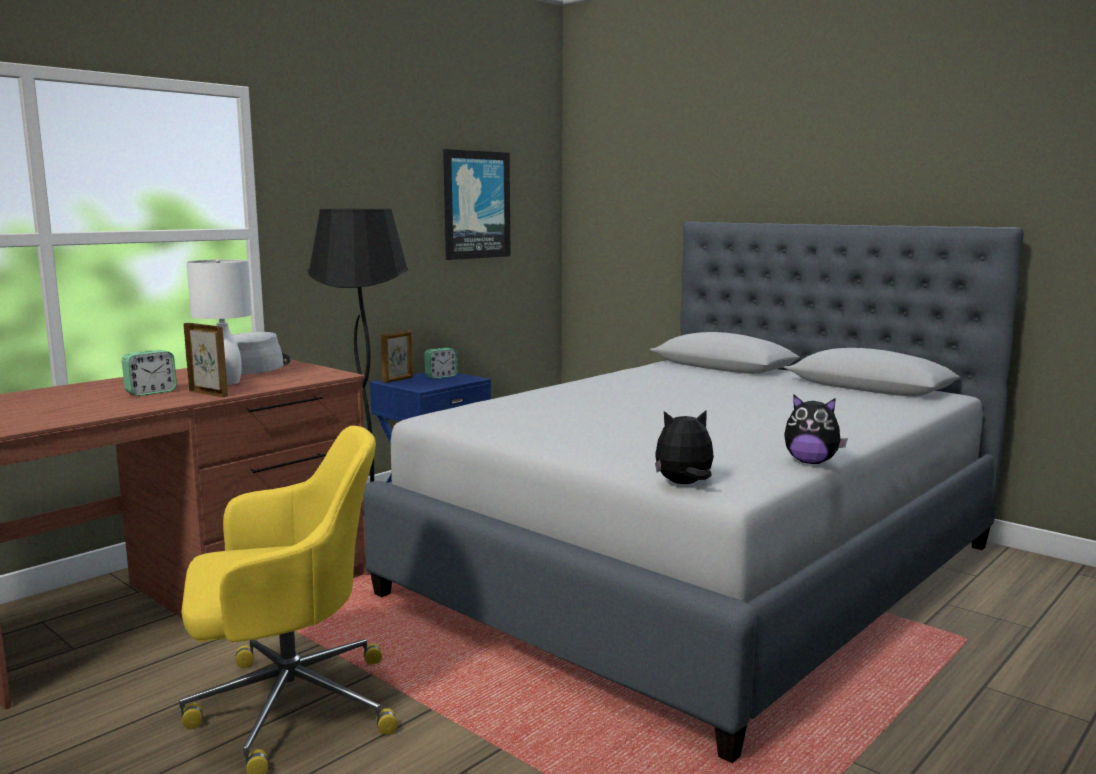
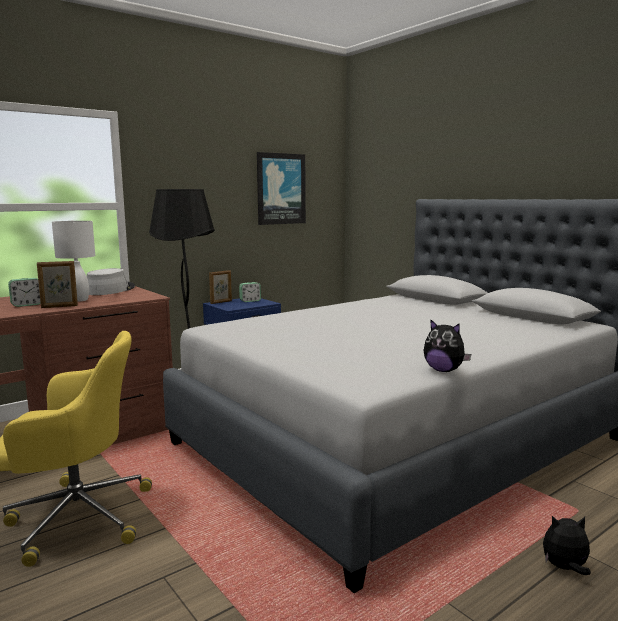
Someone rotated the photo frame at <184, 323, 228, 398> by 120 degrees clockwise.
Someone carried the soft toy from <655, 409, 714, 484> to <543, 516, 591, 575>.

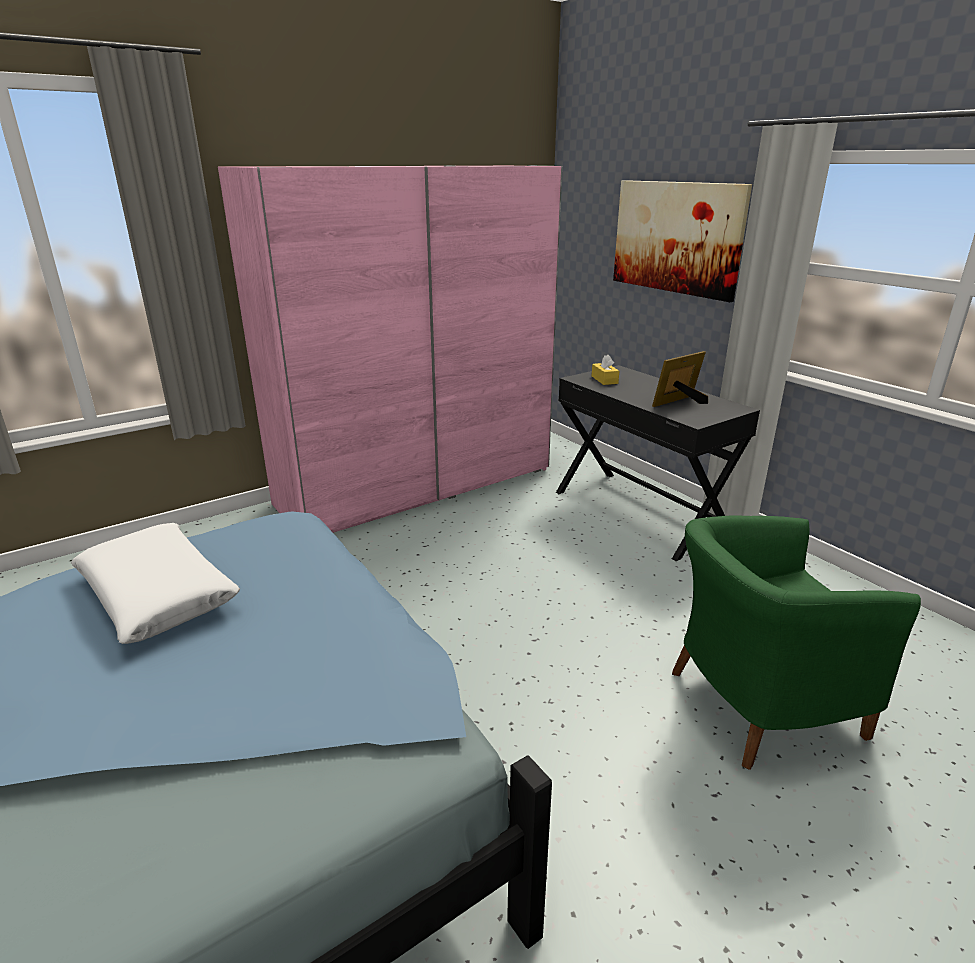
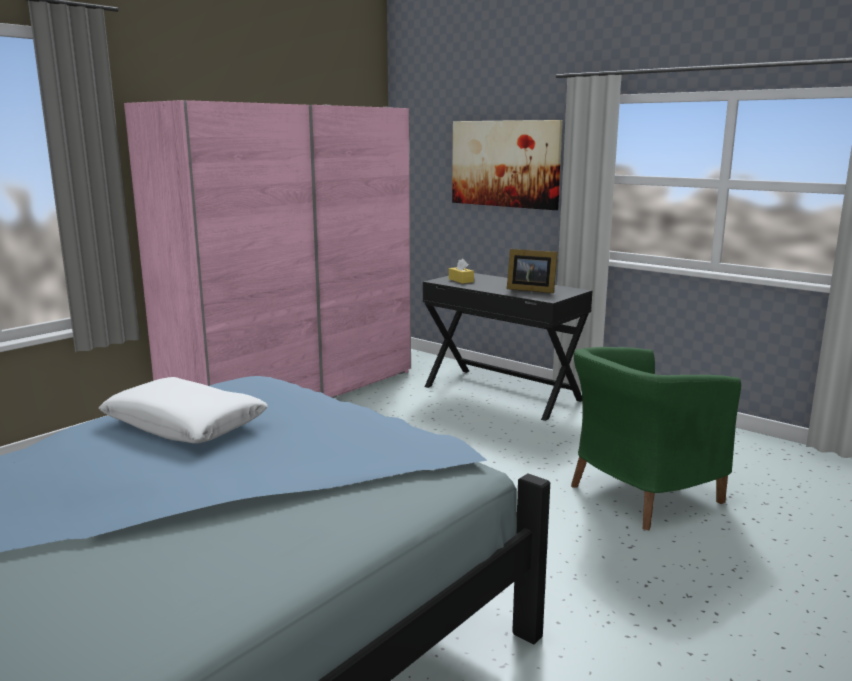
Someone rotated the photo frame at <652, 351, 708, 407> by 105 degrees counterclockwise.

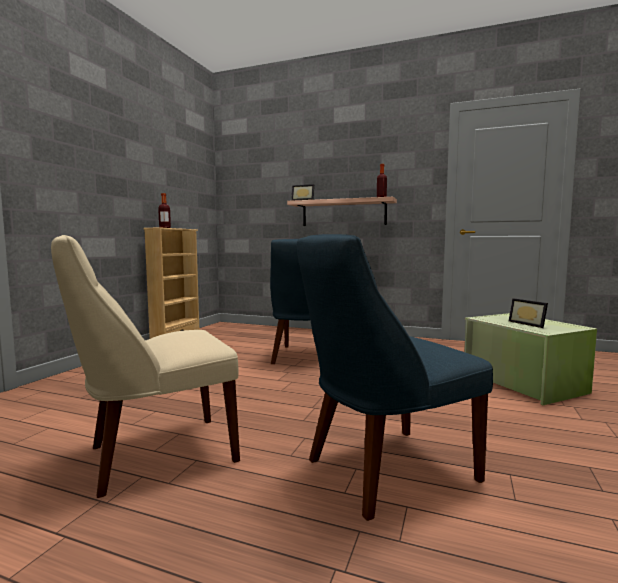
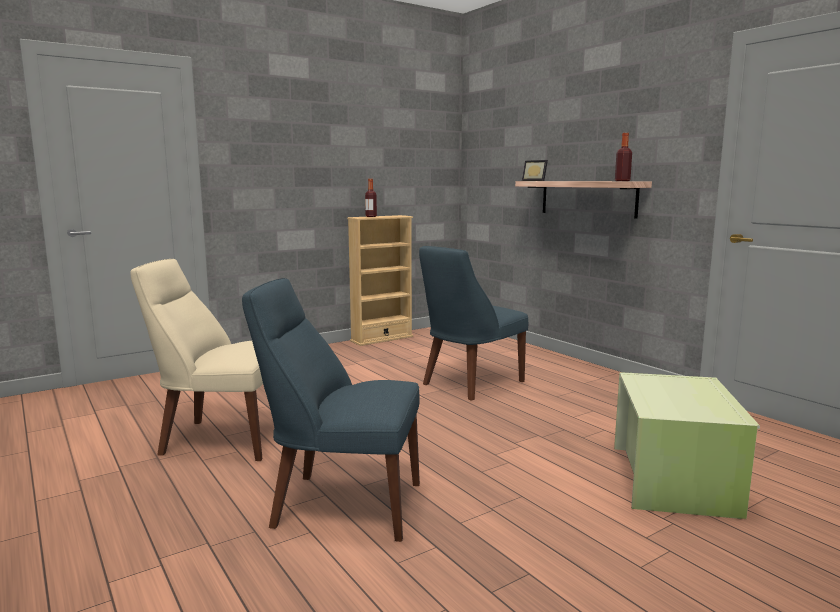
Someone took away the photo frame at <509, 298, 548, 328>.

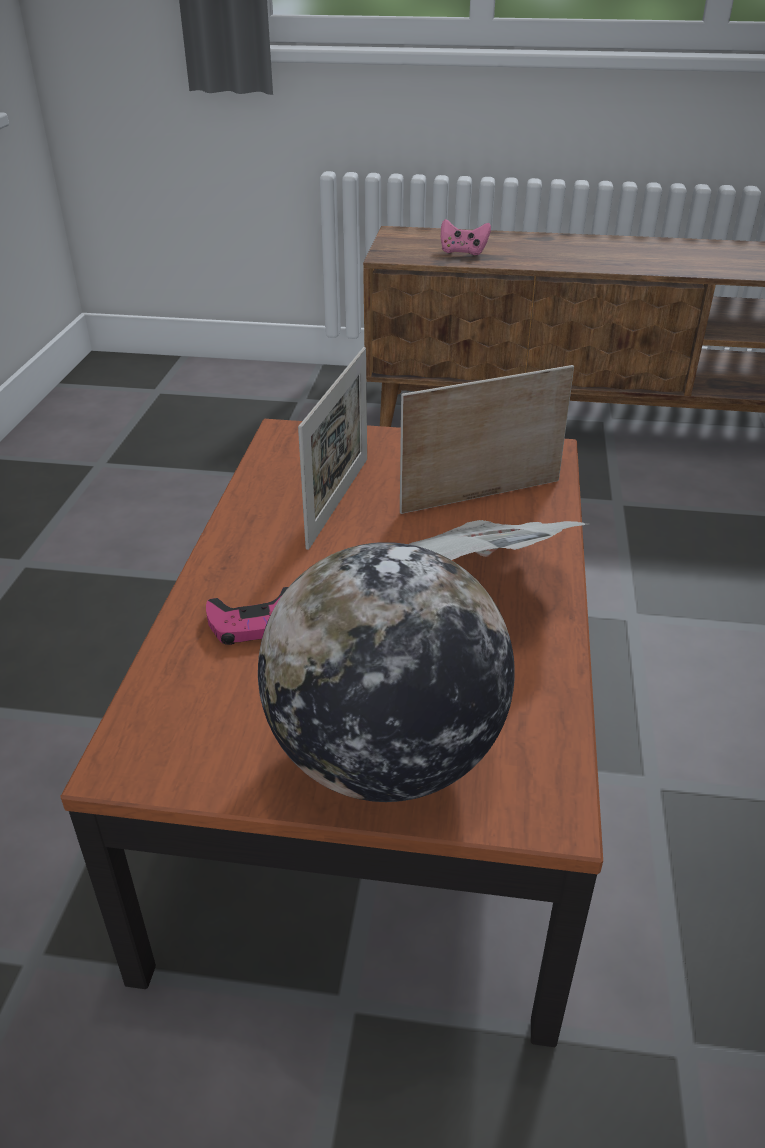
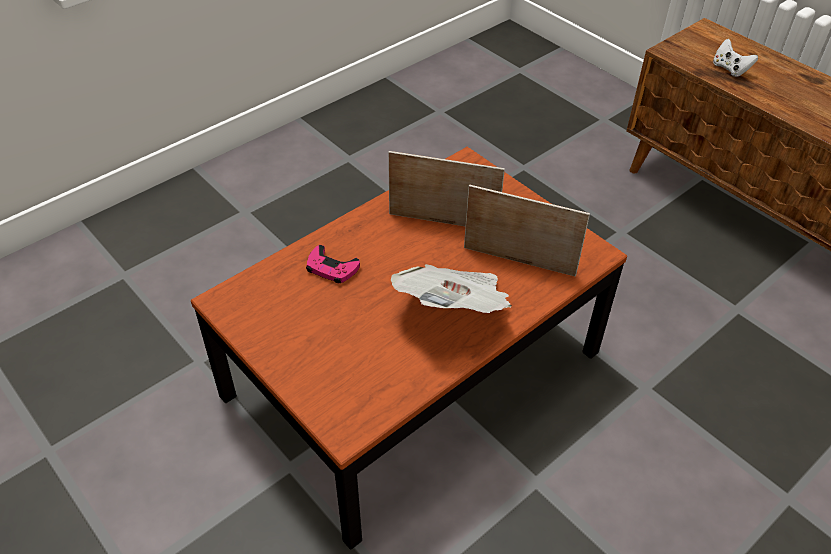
Someone rotated the photo frame at <298, 347, 367, 550> by 135 degrees counterclockwise.
Someone repainted the pink-coloured joypad at <441, 219, 491, 255>, which became the white joypad at <713, 39, 758, 77>.
Someone took away the globe at <258, 542, 515, 802>.

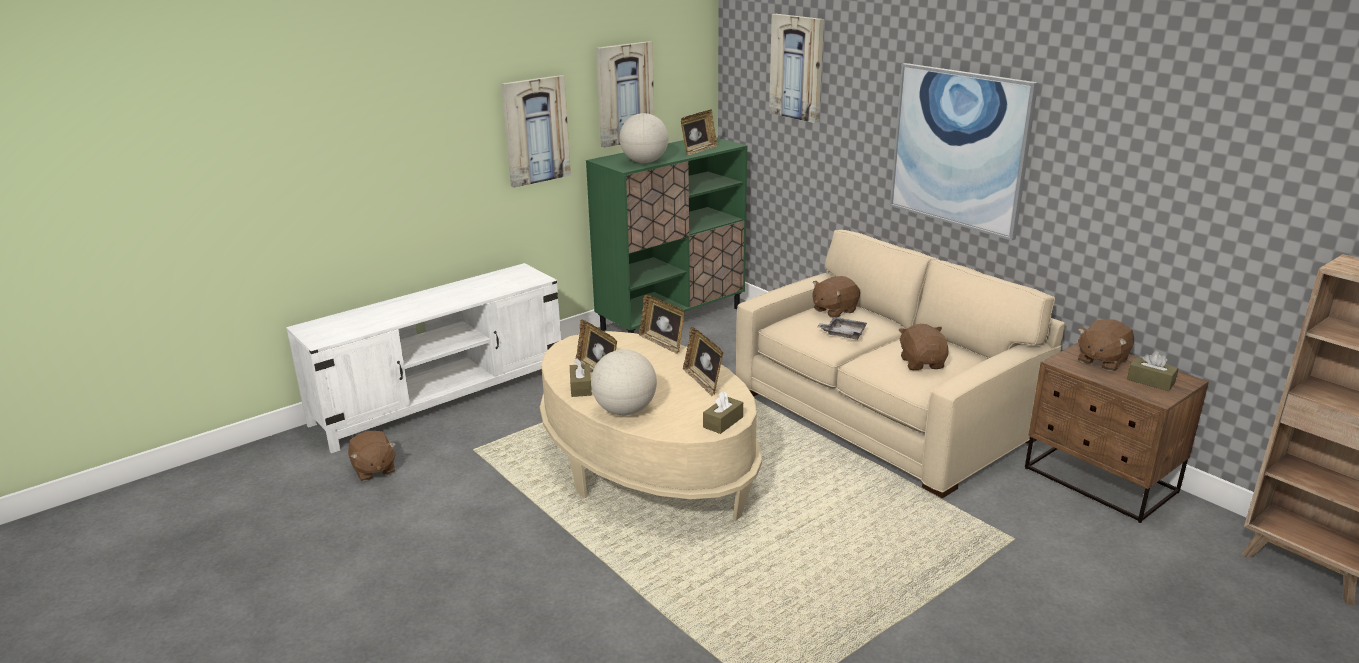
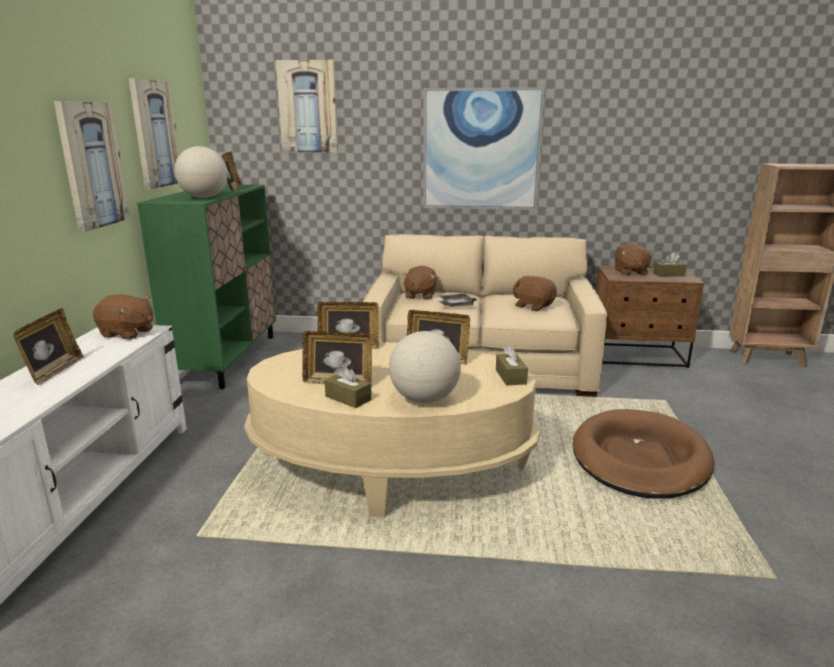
Someone put down the photo frame at <13, 308, 84, 385>.
Someone carried the brown soft toy from <348, 431, 396, 481> to <93, 294, 154, 340>.
Someone put down the brown dog cushion at <573, 409, 714, 499>.

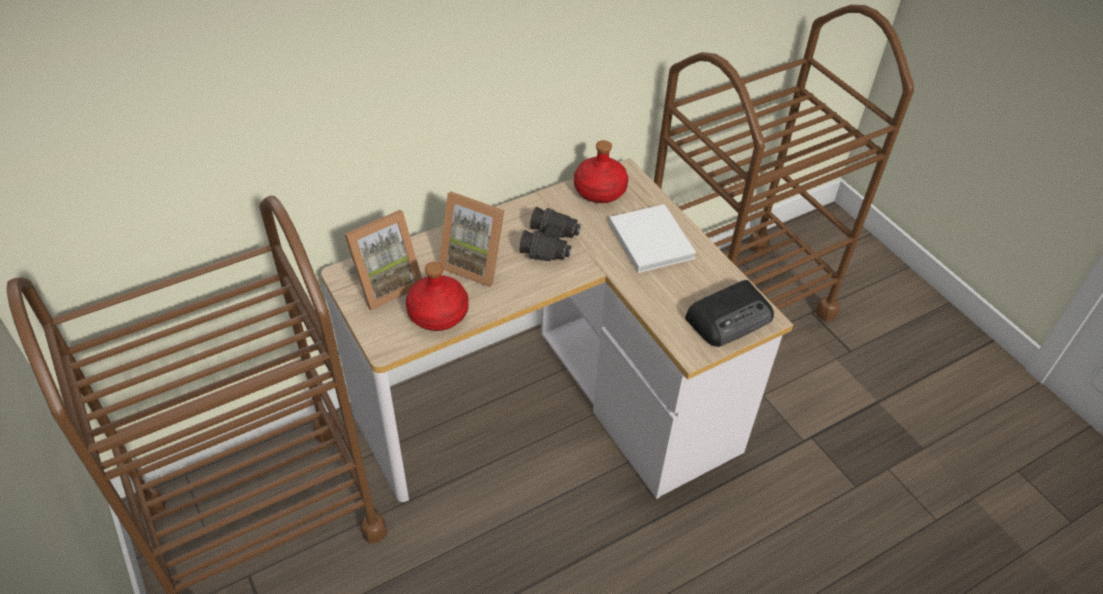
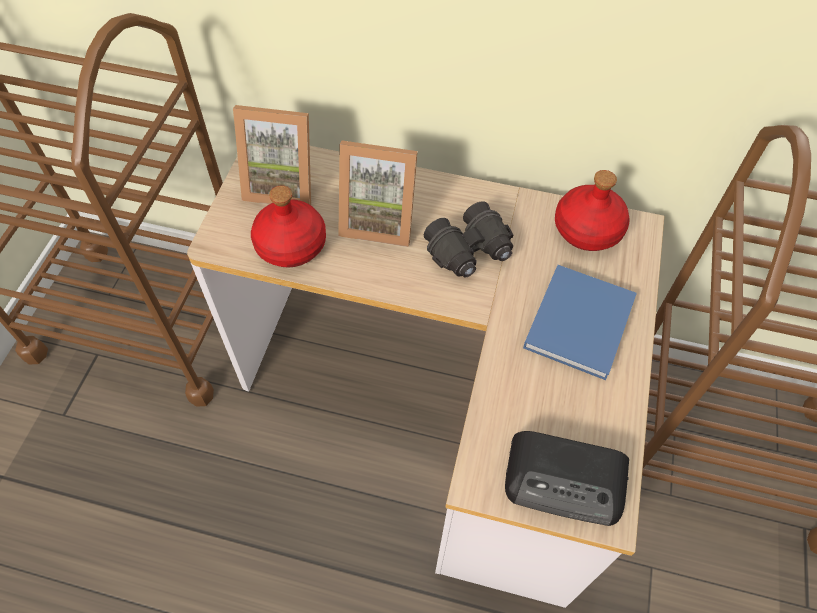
Someone rotated the photo frame at <439, 192, 504, 287> by 60 degrees counterclockwise.
Someone repainted the white bound book at <609, 204, 696, 273>, which became the blue bound book at <523, 265, 637, 380>.

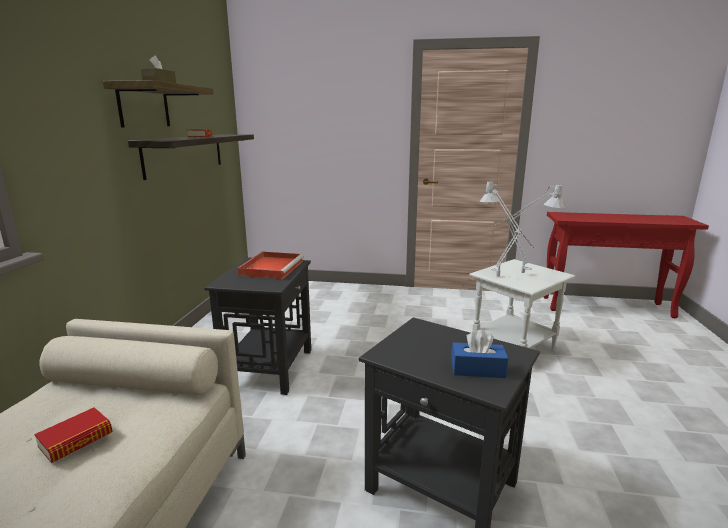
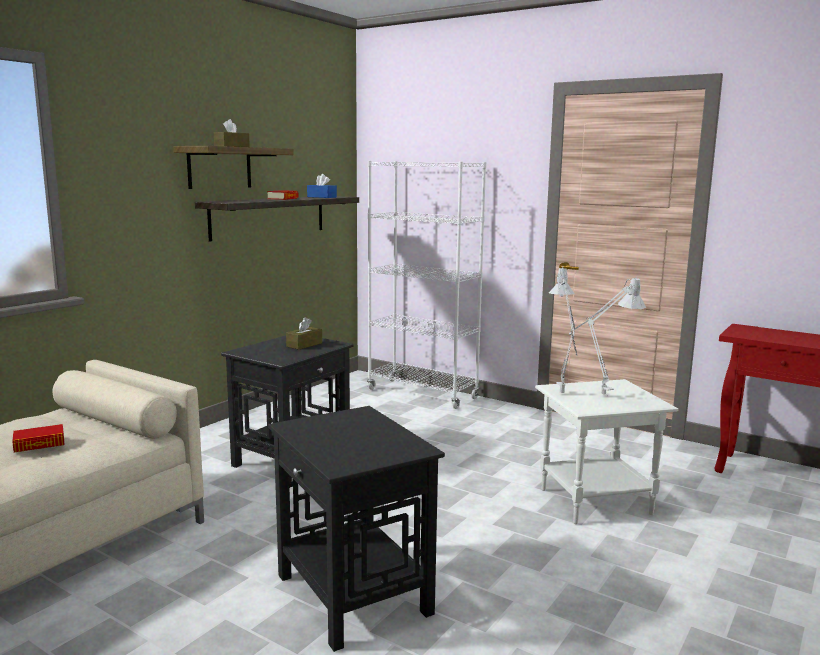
Someone swapped the reddish carrying tray at <237, 252, 304, 279> for the brown box of tissues at <286, 317, 322, 350>.
Someone carried the blue box of tissues from <451, 329, 509, 378> to <307, 174, 337, 198>.
Someone put down the white bookcase at <367, 161, 486, 409>.

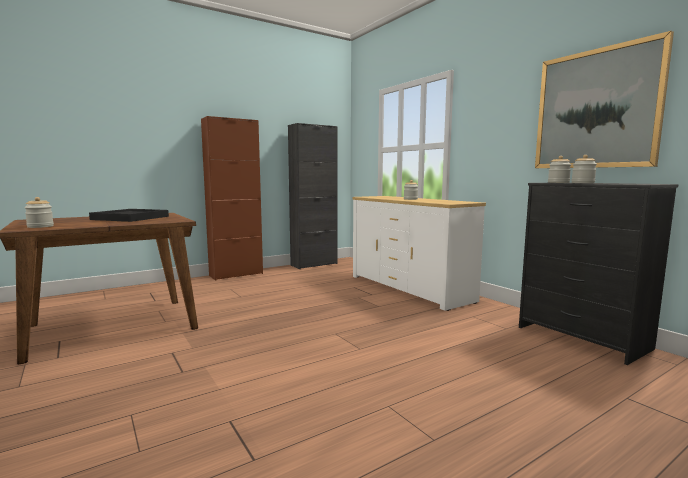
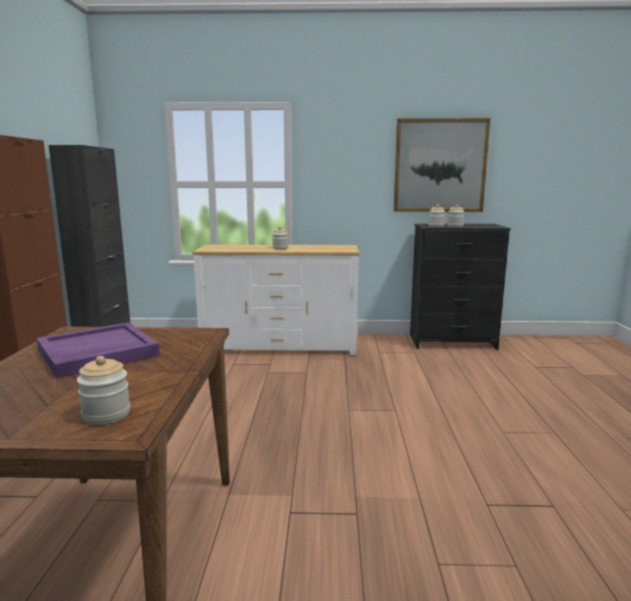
Someone repainted the blackish carrying tray at <89, 209, 169, 222>, which became the purple-coloured carrying tray at <36, 322, 160, 378>.

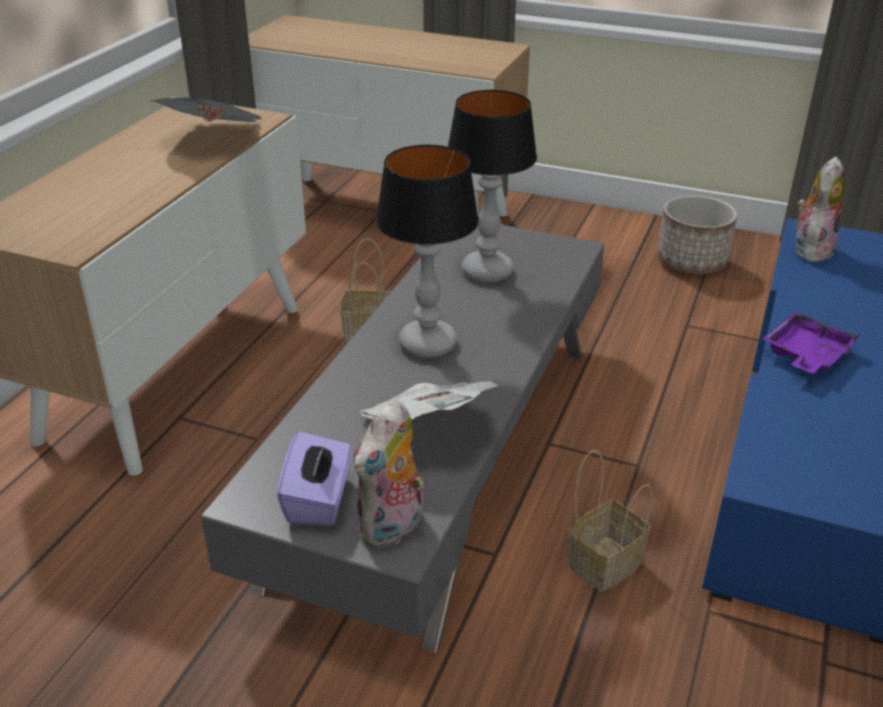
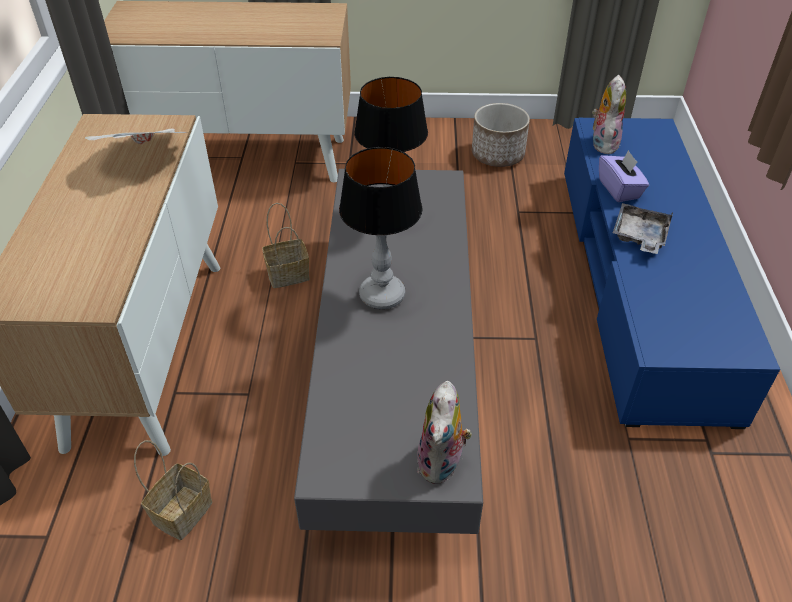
Someone carried the basket from <567, 450, 653, 592> to <134, 440, 212, 540>.
Someone carried the purple-coloured box of tissues from <277, 432, 352, 526> to <599, 150, 649, 202>.
Someone repainted the purple-coloured carrying tray at <762, 311, 861, 374>, which became the greyish carrying tray at <613, 203, 673, 254>.
Someone took away the daily paper at <360, 381, 498, 420>.

